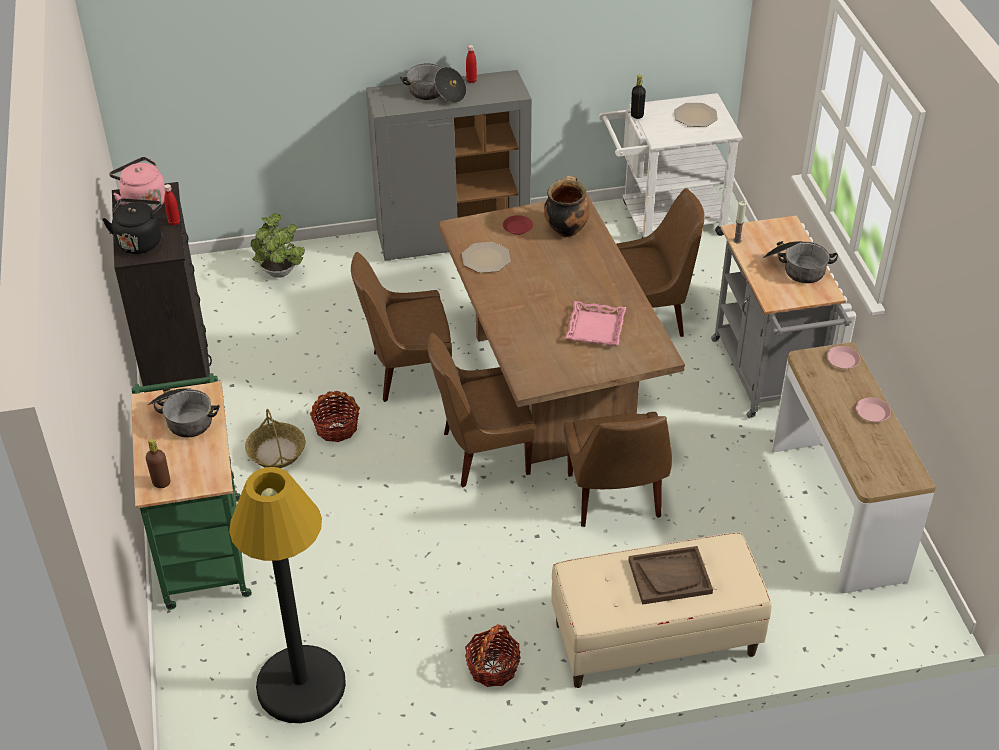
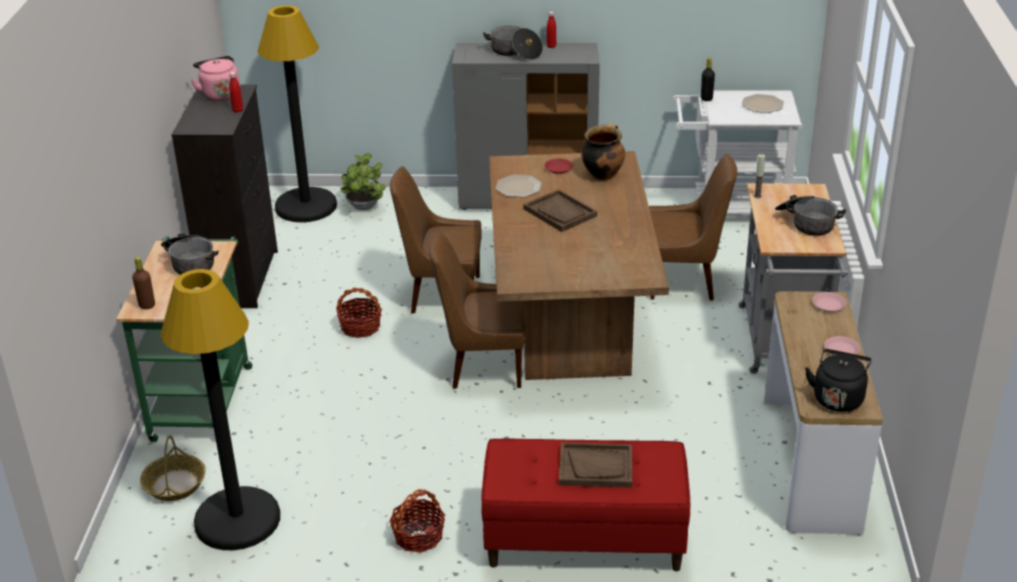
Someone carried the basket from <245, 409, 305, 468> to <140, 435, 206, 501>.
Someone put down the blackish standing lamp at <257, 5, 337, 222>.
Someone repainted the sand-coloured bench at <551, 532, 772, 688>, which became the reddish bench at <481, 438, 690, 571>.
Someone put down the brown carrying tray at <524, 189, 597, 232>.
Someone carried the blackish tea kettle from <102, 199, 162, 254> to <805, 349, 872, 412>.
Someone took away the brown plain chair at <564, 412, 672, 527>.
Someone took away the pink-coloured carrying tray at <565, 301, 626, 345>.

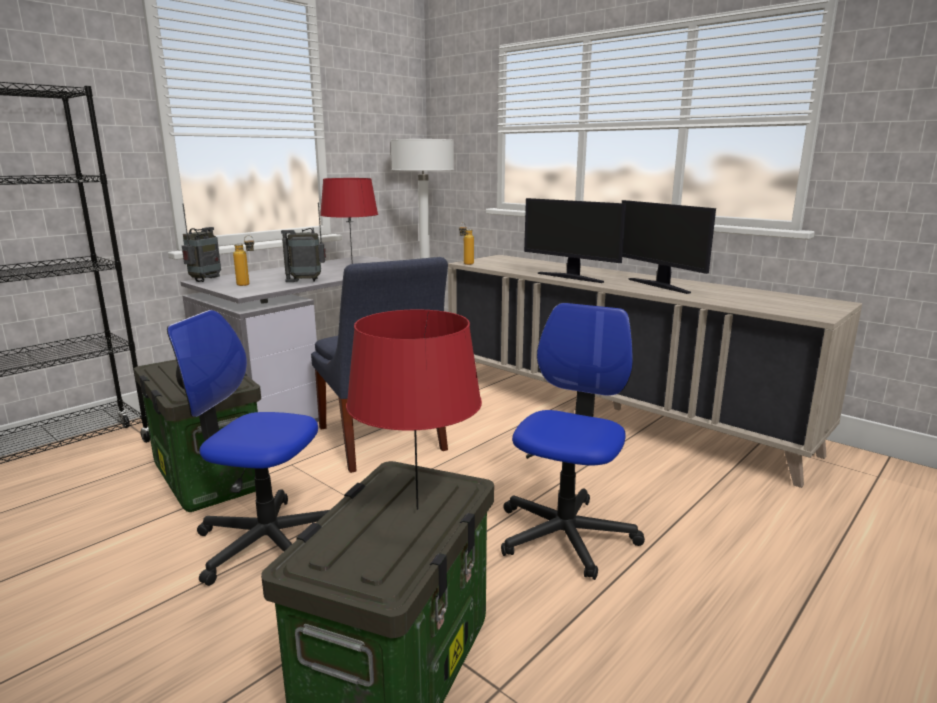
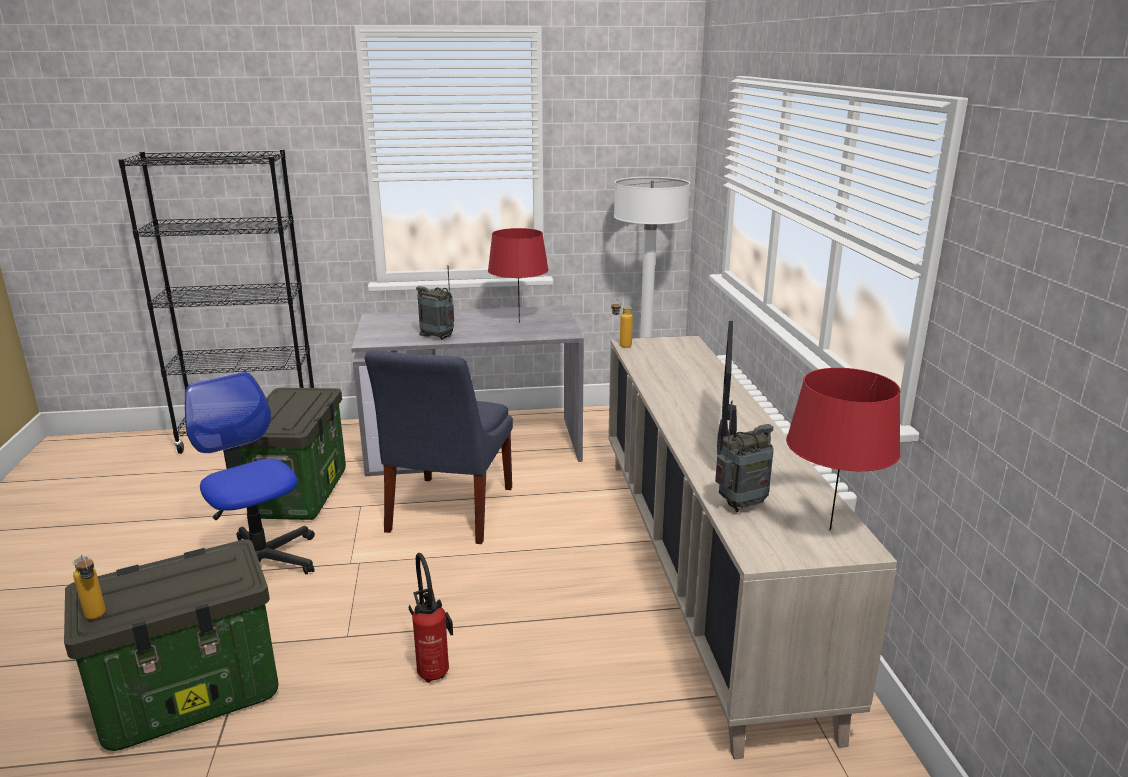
Someone carried the drink bottle from <233, 235, 254, 286> to <73, 555, 106, 619>.
Someone swapped the computer chair at <501, 303, 645, 580> for the fire extinguisher at <409, 553, 453, 683>.
Someone carried the radio set from <182, 204, 221, 282> to <715, 401, 774, 512>.
Someone carried the reddish lamp for a table from <346, 309, 482, 510> to <786, 368, 901, 531>.
Someone took away the computer display at <524, 198, 626, 283>.

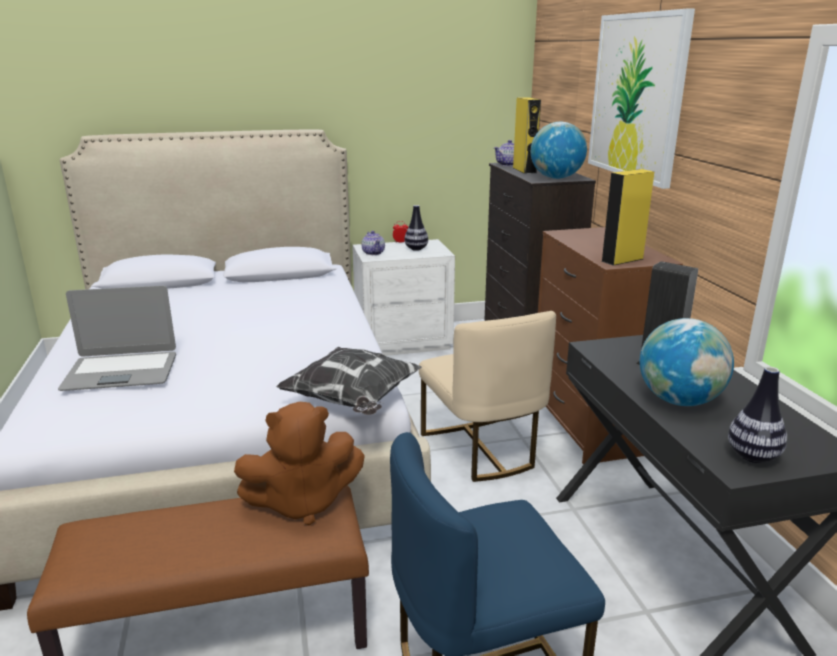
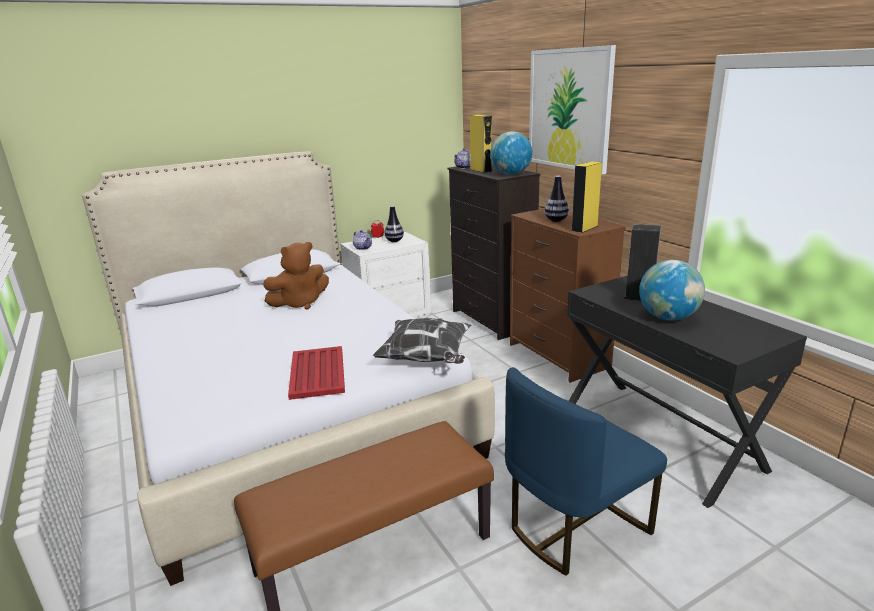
Someone carried the brown soft toy from <234, 402, 365, 525> to <264, 242, 329, 310>.
Someone put down the reddish carrying tray at <288, 346, 345, 400>.
Someone carried the vase from <728, 367, 787, 463> to <545, 176, 569, 222>.
Someone took away the notebook computer at <58, 286, 176, 391>.
Someone took away the sand-coloured plain chair at <419, 311, 556, 482>.

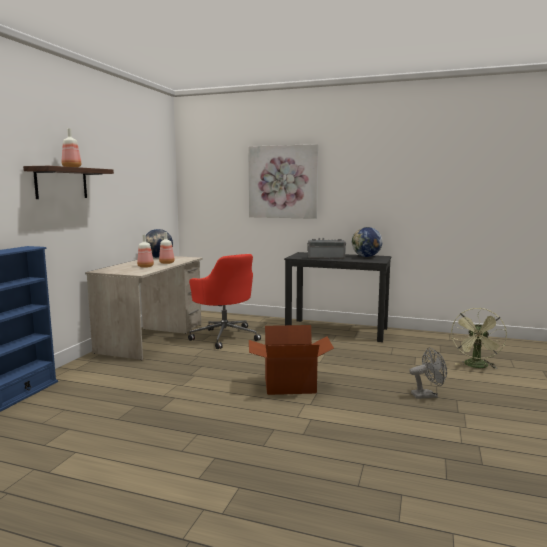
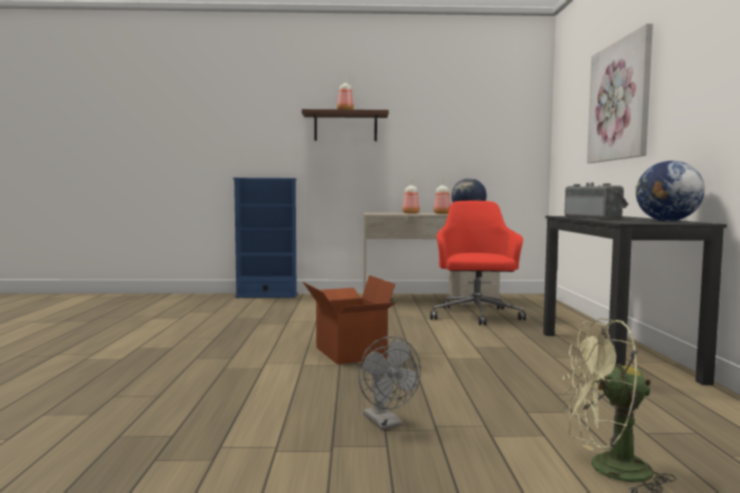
Someone rotated the reddish computer chair at <188, 254, 261, 349> by 150 degrees clockwise.

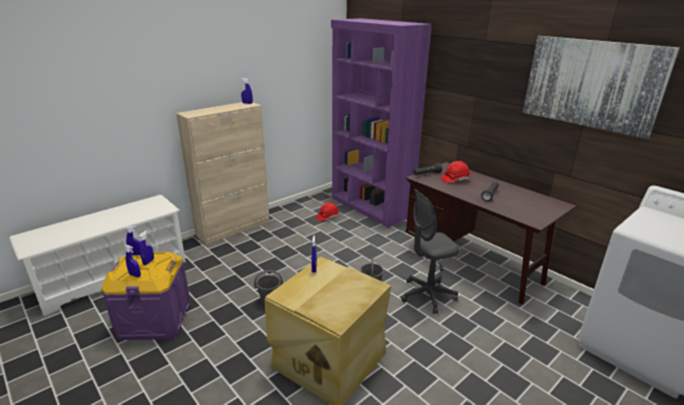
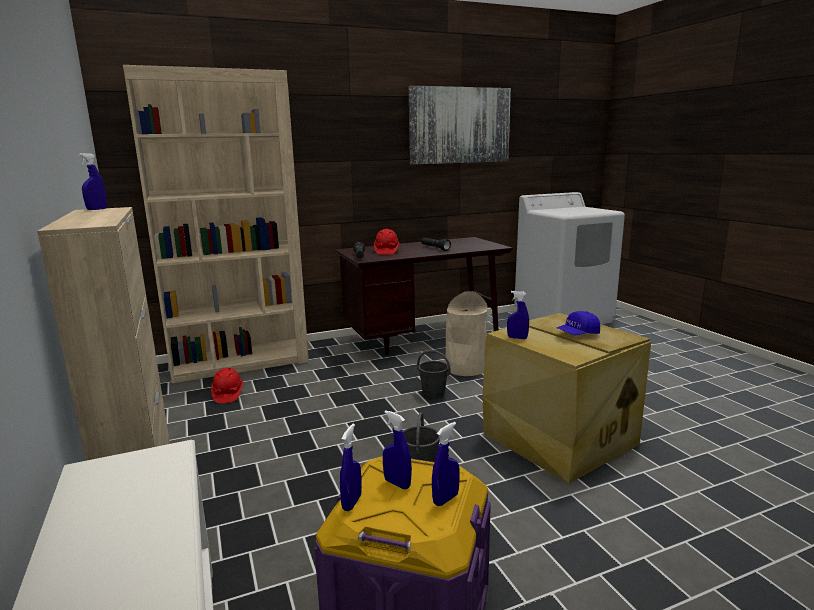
Someone repainted the purple-coloured bookcase at <331, 18, 432, 228>, which became the sand-coloured bookcase at <123, 65, 309, 383>.
Someone swapped the greyish computer chair at <401, 189, 459, 314> for the sand-coloured rubbish bin at <446, 291, 487, 376>.
Someone put down the blue cap at <556, 311, 600, 335>.

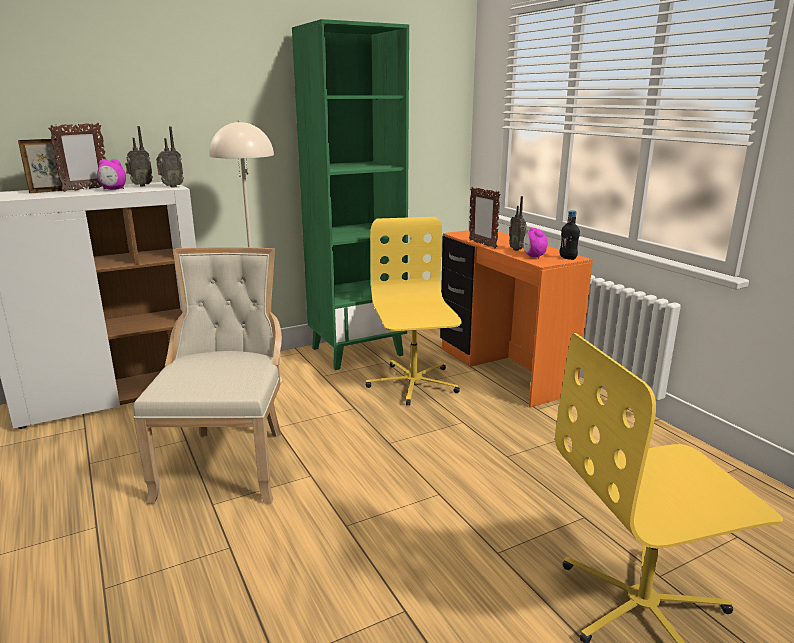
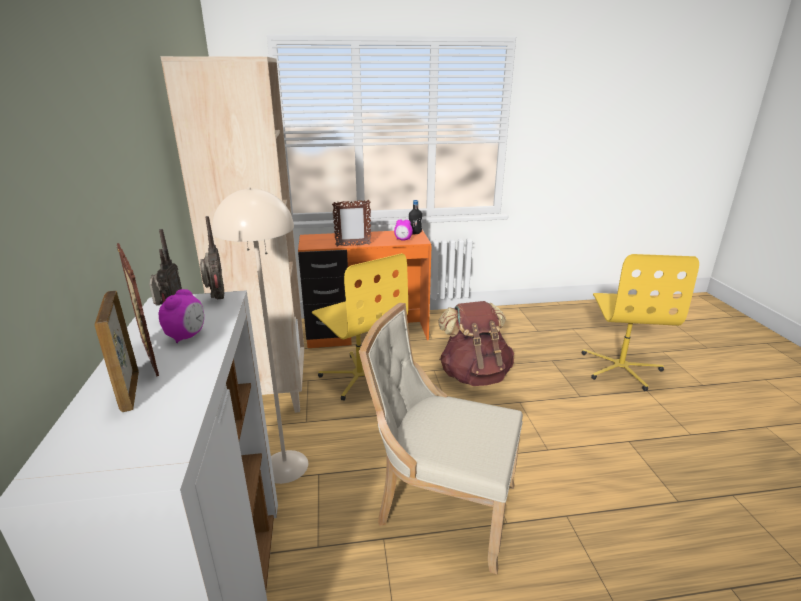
Someone repainted the green bookcase at <292, 19, 409, 370>, which became the sand-coloured bookcase at <160, 56, 304, 413>.
Someone rotated the yellow computer chair at <366, 217, 462, 406> by 135 degrees counterclockwise.
Someone put down the brown backpack at <438, 301, 514, 386>.
Someone took away the radio set at <509, 196, 528, 251>.

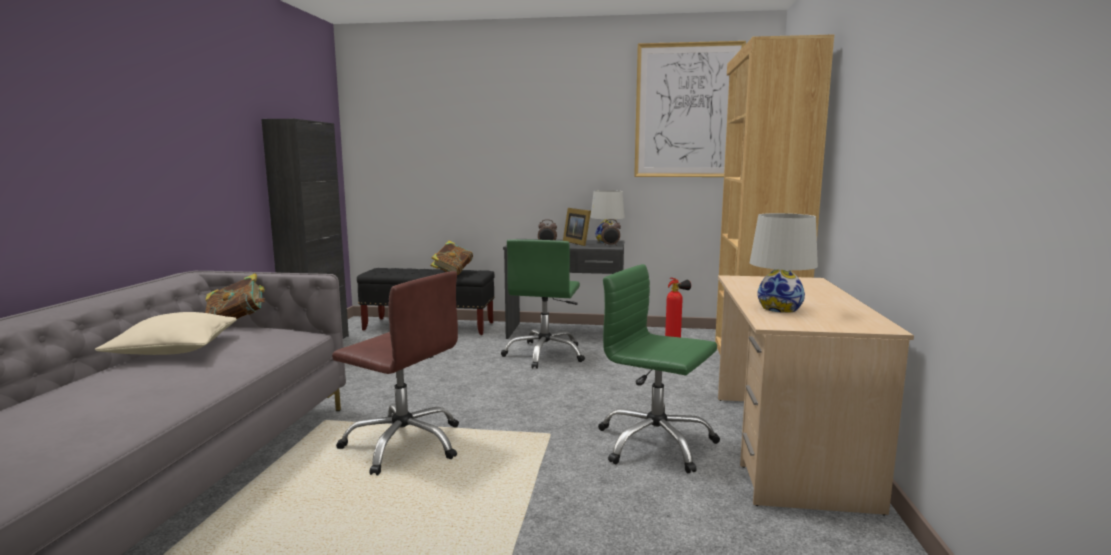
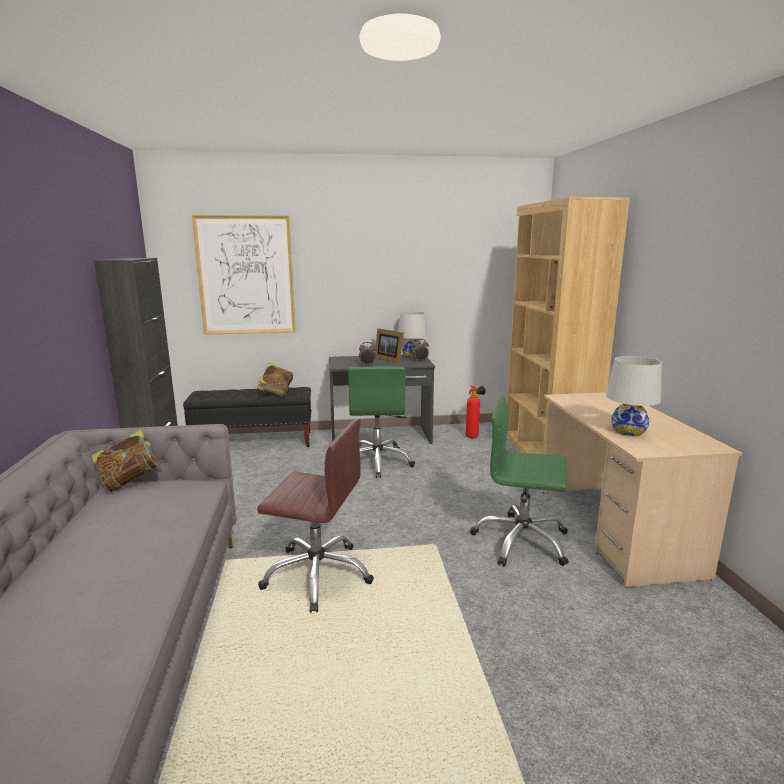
Someone carried the wall art from <634, 41, 746, 177> to <192, 215, 296, 335>.
Someone took away the sand-coloured throw pillow at <95, 312, 237, 355>.

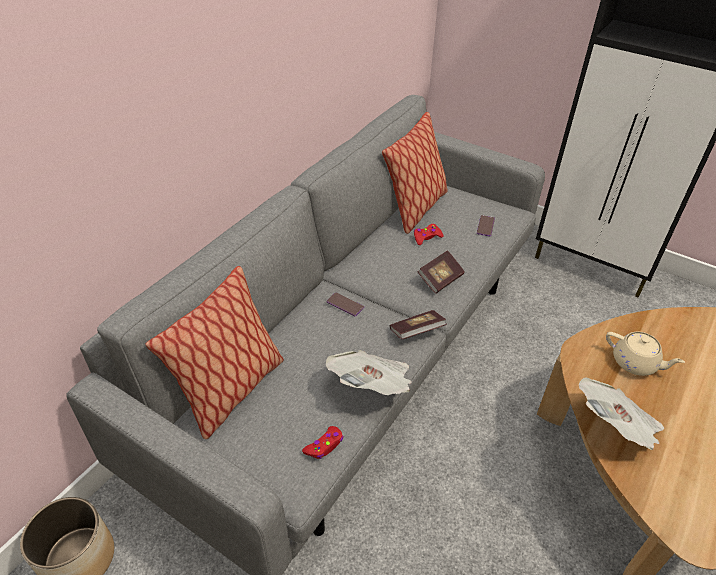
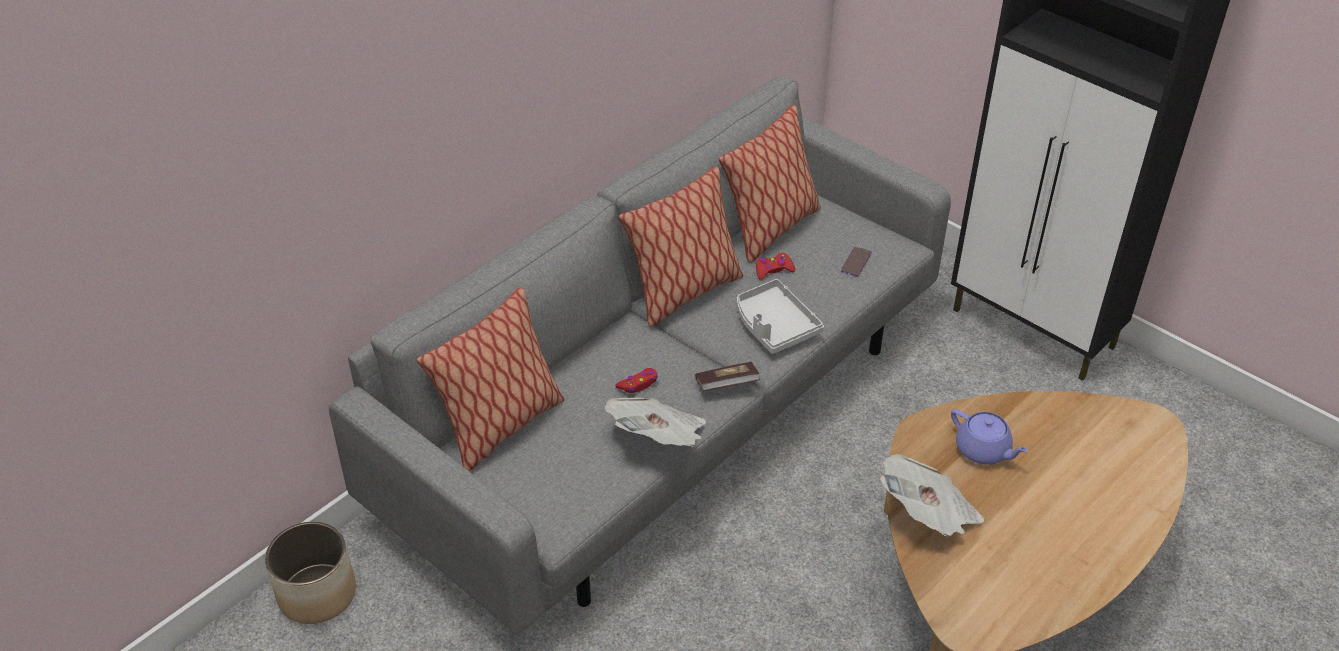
Someone carried the reddish joypad from <302, 426, 344, 459> to <615, 368, 658, 393>.
Someone put down the throw pillow at <619, 166, 743, 327>.
Someone swapped the bound book at <418, 250, 465, 294> for the greyish carrying tray at <737, 279, 824, 354>.
Someone repainted the sand-coloured pot for tea at <606, 332, 685, 376>, which became the purple-coloured pot for tea at <951, 409, 1028, 465>.
Someone took away the phone at <327, 293, 364, 316>.

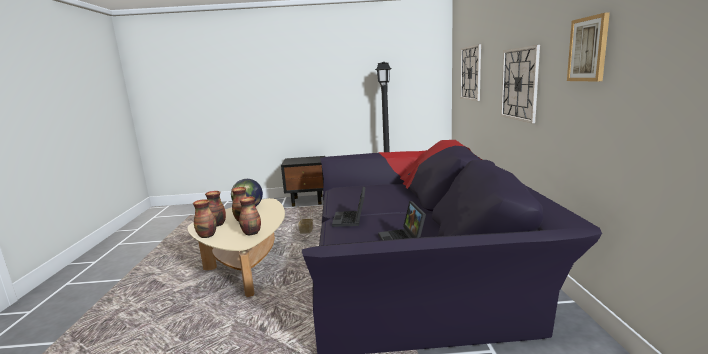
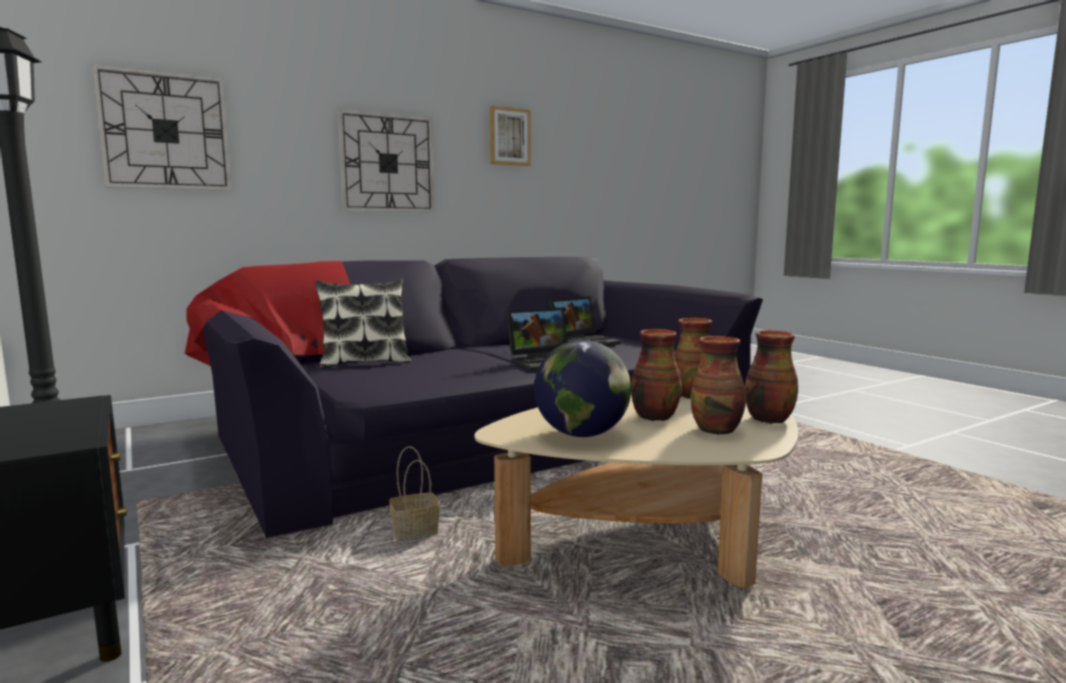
Someone put down the throw pillow at <315, 278, 411, 368>.

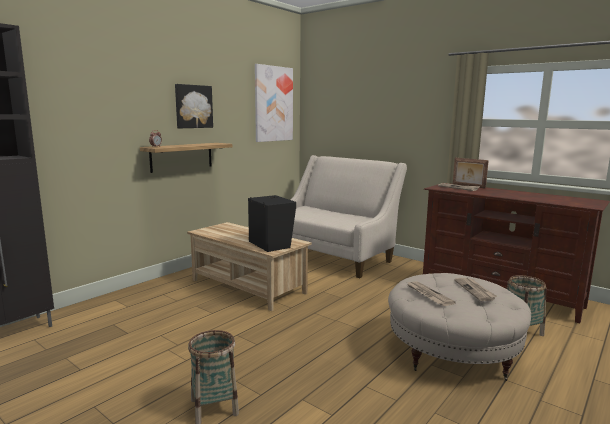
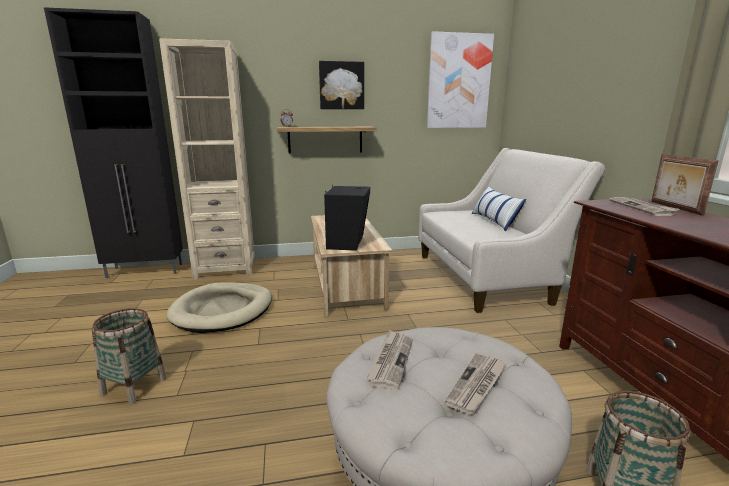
Someone put down the sand-coloured bookcase at <159, 38, 255, 279>.
Someone put down the sand-coloured dog cushion at <166, 282, 272, 333>.
Someone put down the throw pillow at <471, 186, 526, 231>.

